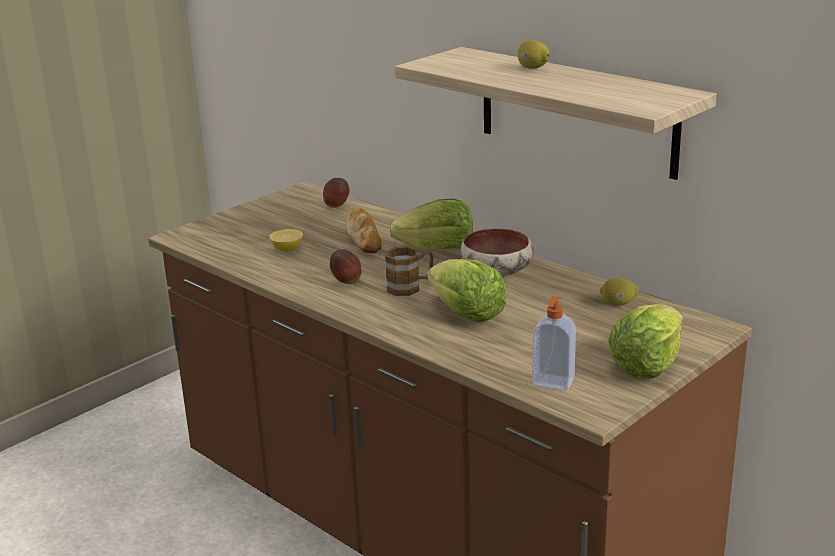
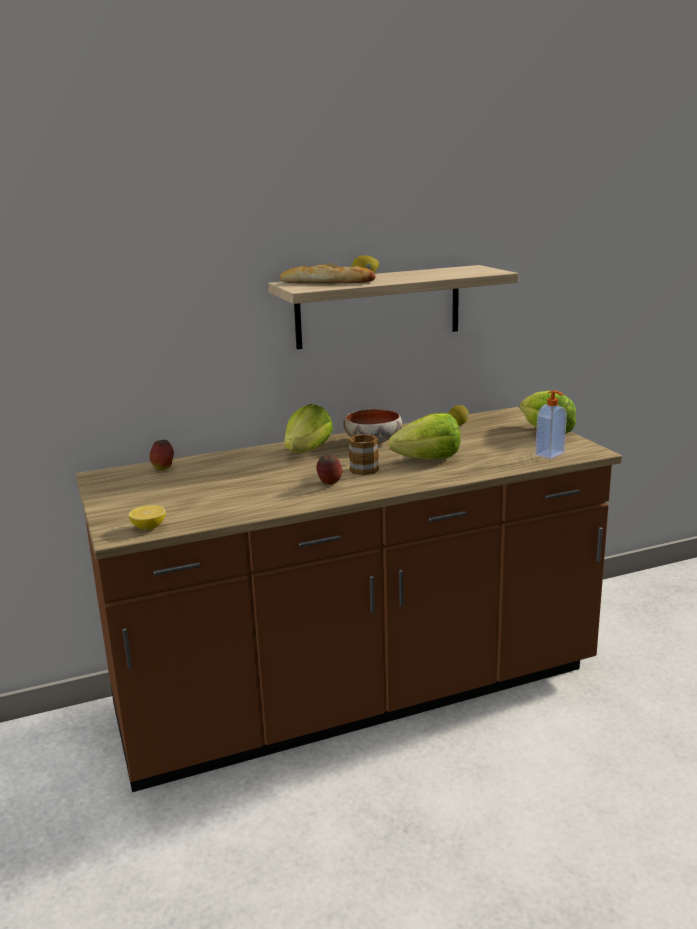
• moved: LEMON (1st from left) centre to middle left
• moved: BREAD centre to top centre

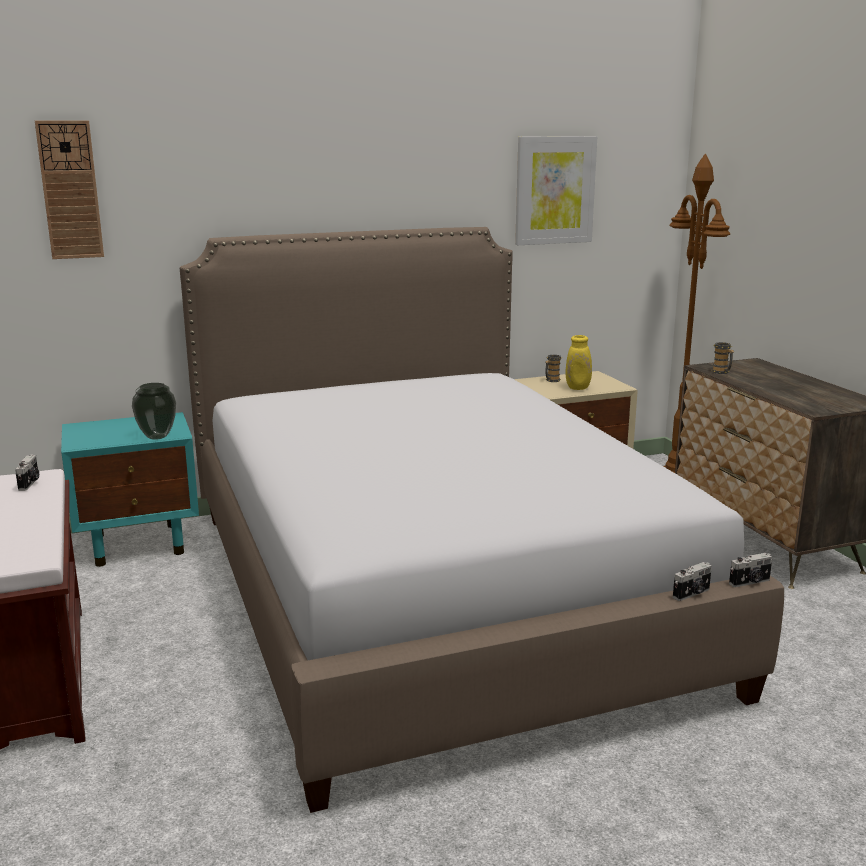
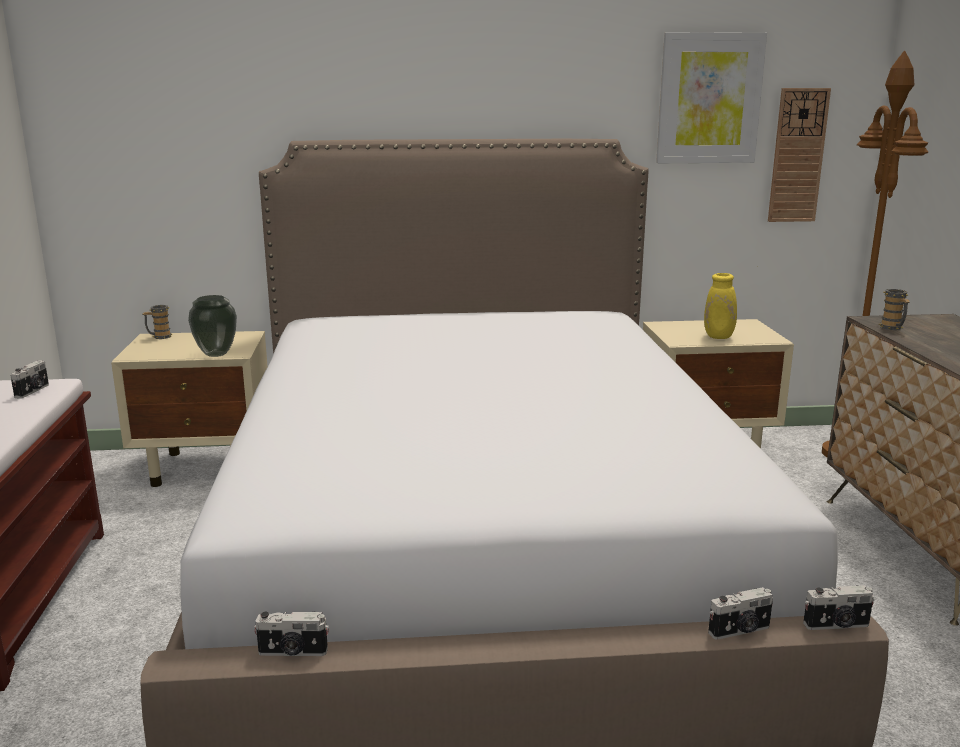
• moved: WALL CLOCK top left to top right
• recoloured: TURQUOISE NIGHTSTAND middle left to BEIGE NIGHTSTAND (1st from left) middle left
• moved: MUG (1st from left) centre to middle left
• added: PHOTO CAMERA (2nd from left) bottom left

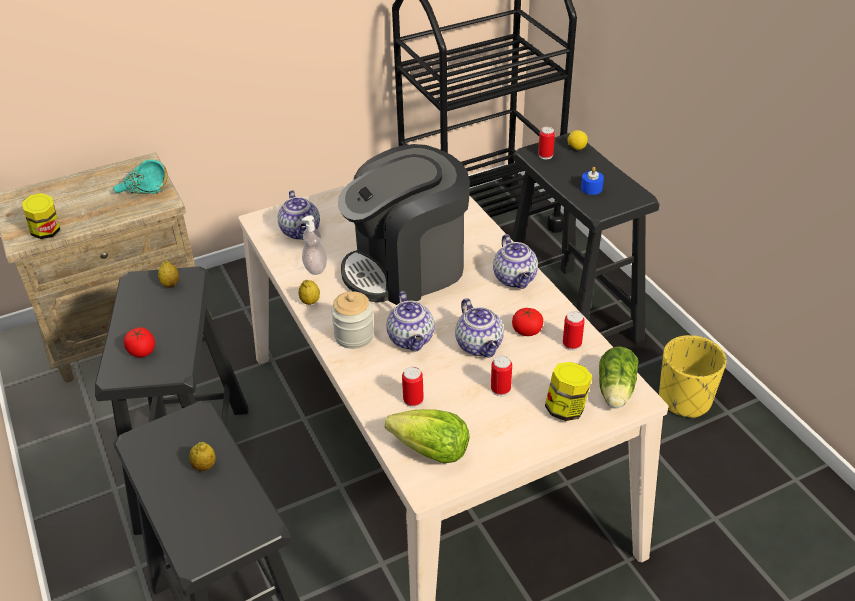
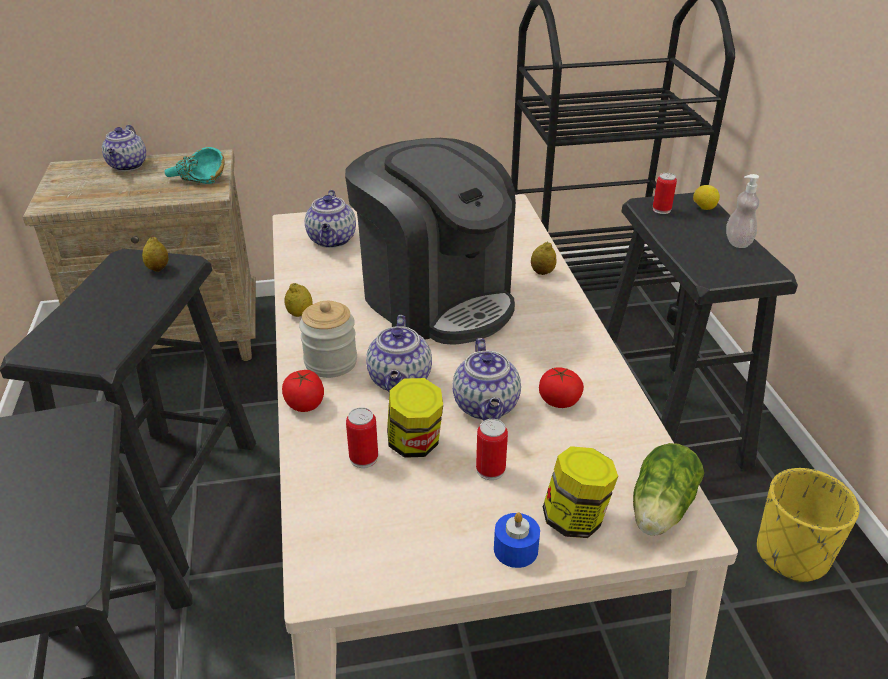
• moved: JAR (1st from left in the first image) middle left to JAR (2nd from left) centre
• moved: TOMATO (1st from left) middle left to centre
• moved: LEMON (2nd from left in the first image) bottom left to LEMON (3rd from left) centre
• moved: SOAP DISPENSER centre to top right
• turned: COFFEE MACHINE centre = centre 120 degrees counterclockwise
• removed: LETTUCE (1st from left) bottom centre
• moved: TEAPOT (4th from left in the first image) centre to TEAPOT (1st from left) top left
• removed: CAN (4th from left) middle right
• moved: BLUE CANDLE top right to bottom centre

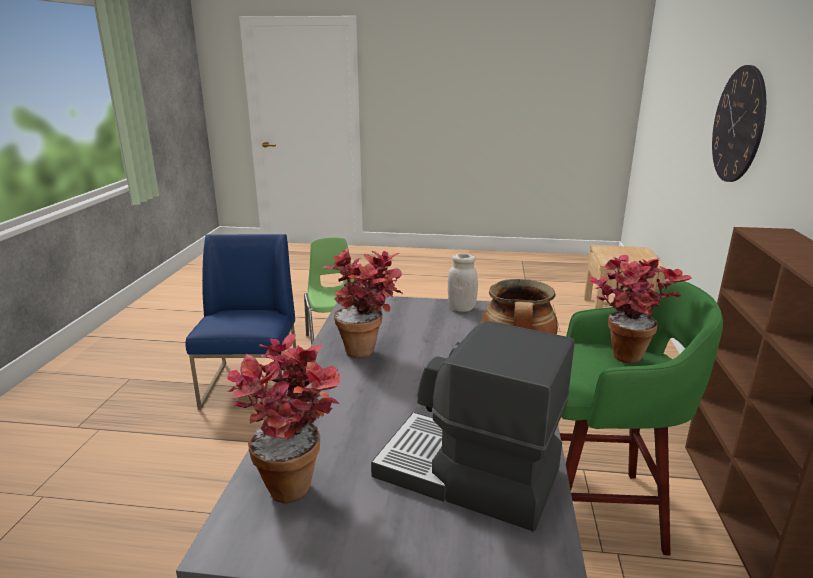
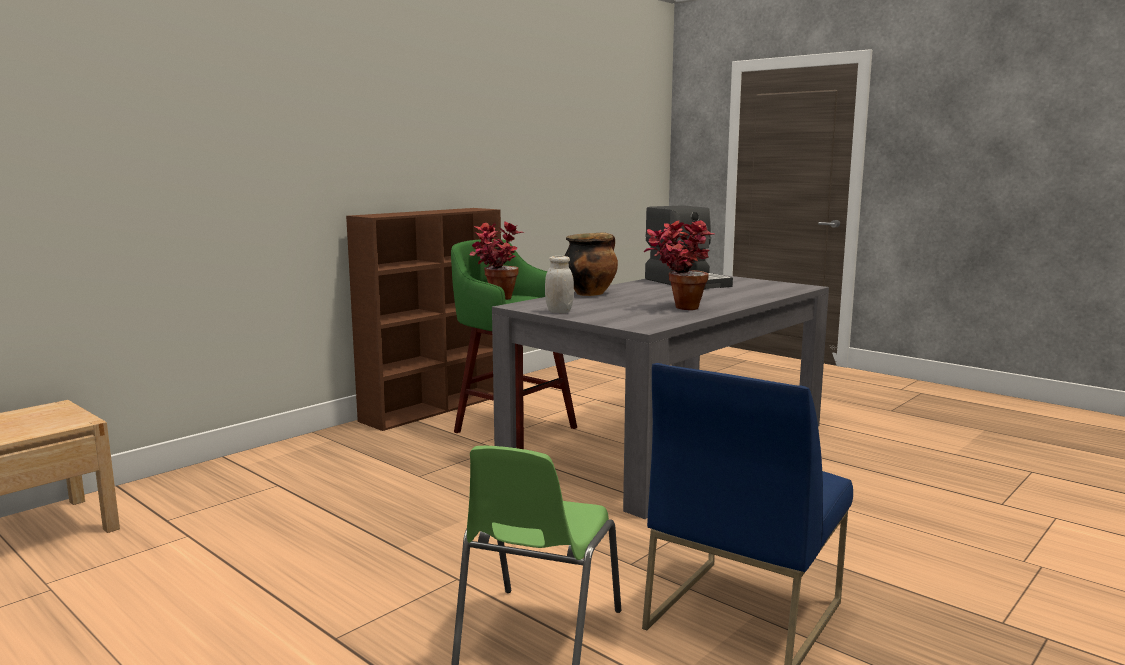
• removed: POTTED PLANT (1st from left) bottom centre
• removed: WALL CLOCK top right

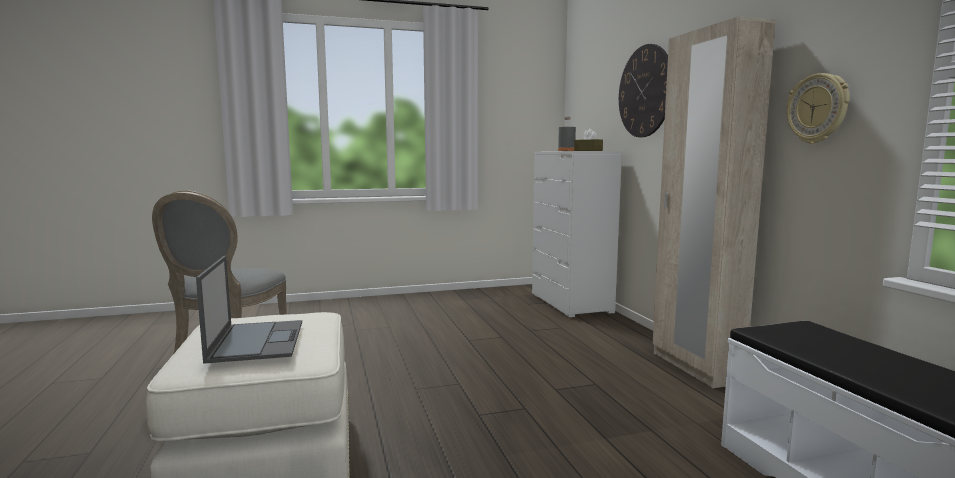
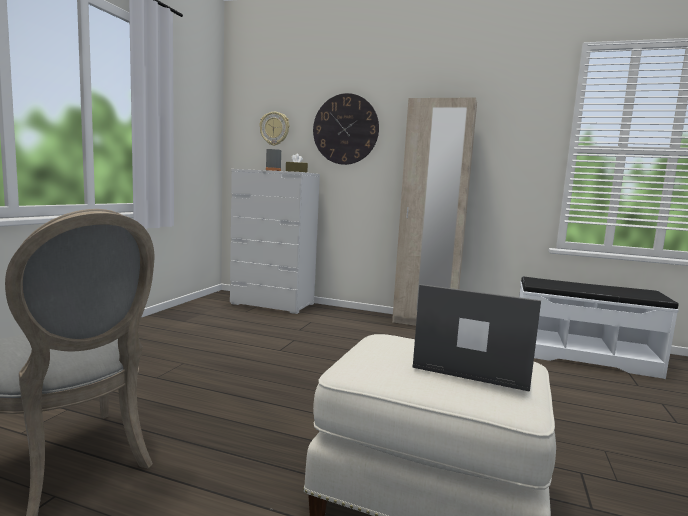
• moved: WALL CLOCK (2nd from left in the first image) top right to WALL CLOCK (1st from left) top centre

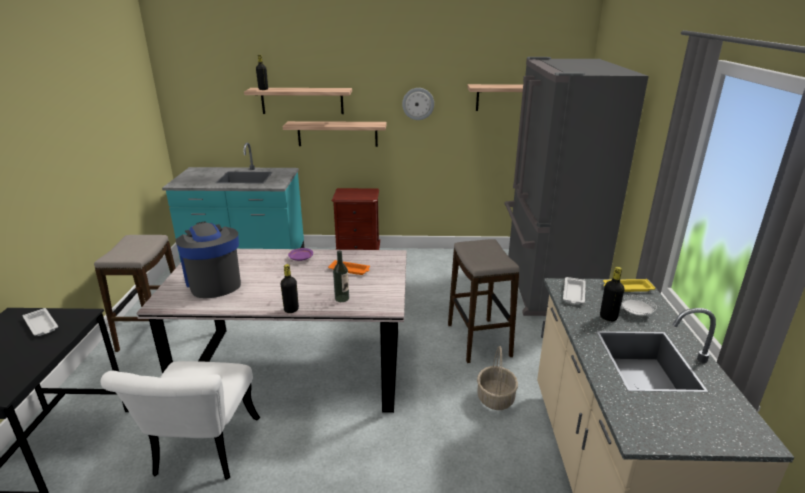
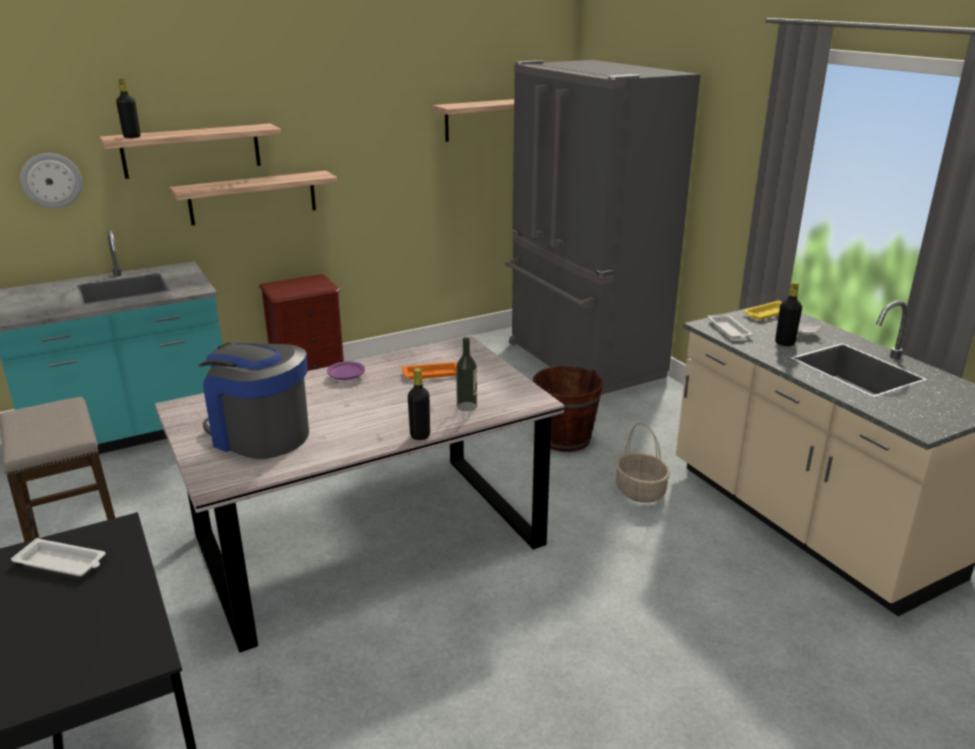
• removed: WHITE CHAIR bottom left
• moved: WALL CLOCK top centre to top left
• replaced: STOOL (2nd from left) centre to BROWN BUCKET centre

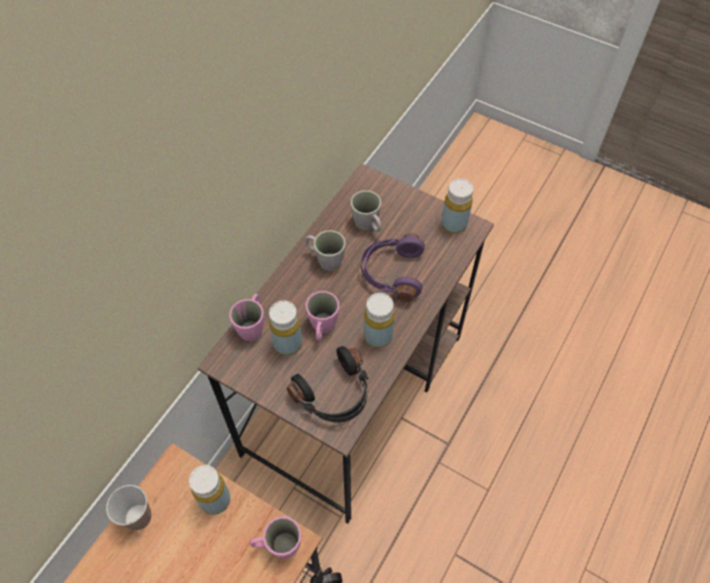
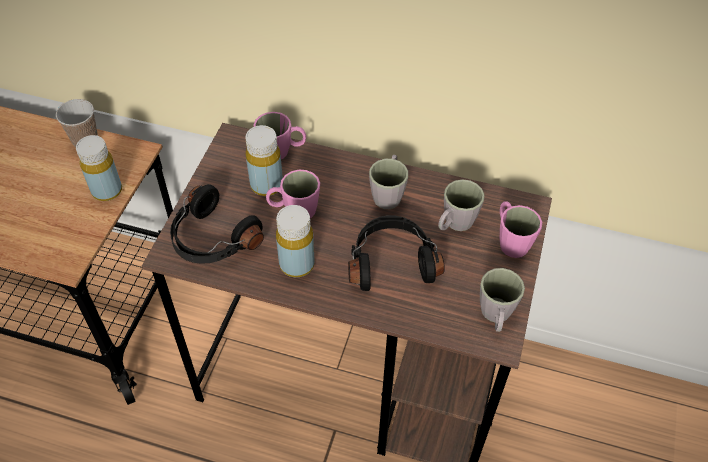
• moved: PINK MUG (2nd from left in the first image) bottom centre to PINK MUG (3rd from left) middle right
• recoloured: PURPLE HEADPHONES centre to BLACK HEADPHONES (2nd from left) centre
• replaced: YELLOW BOTTLE (4th from left) centre to GREY MUG (3rd from left) middle right

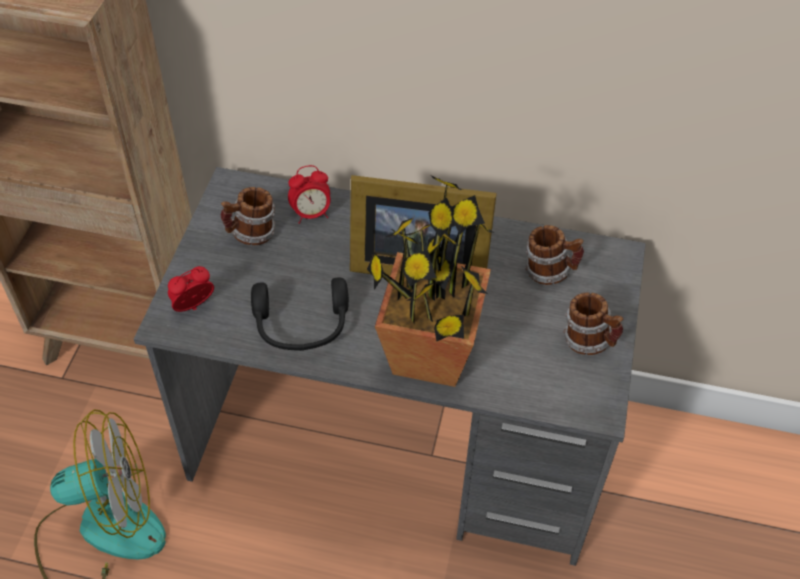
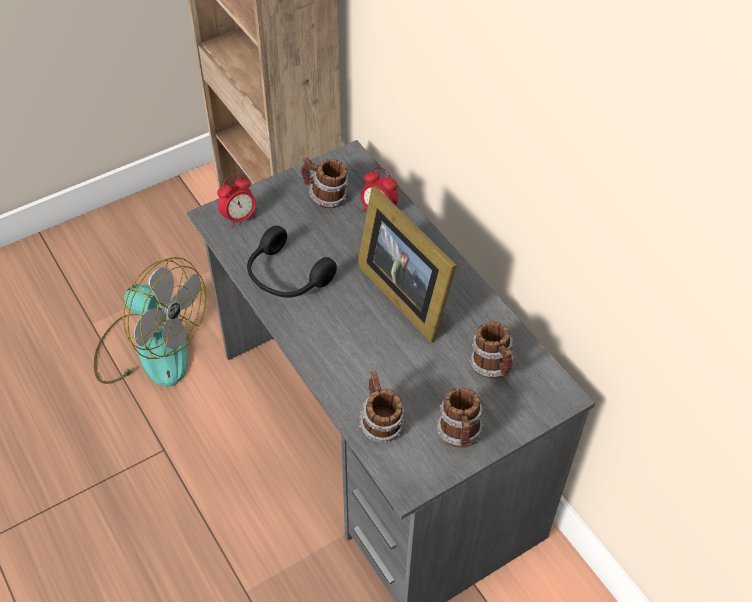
• turned: ALARM CLOCK (1st from left) middle left = middle left 135 degrees clockwise
• removed: POTTED PLANT centre
• added: MUG (2nd from left) bottom centre

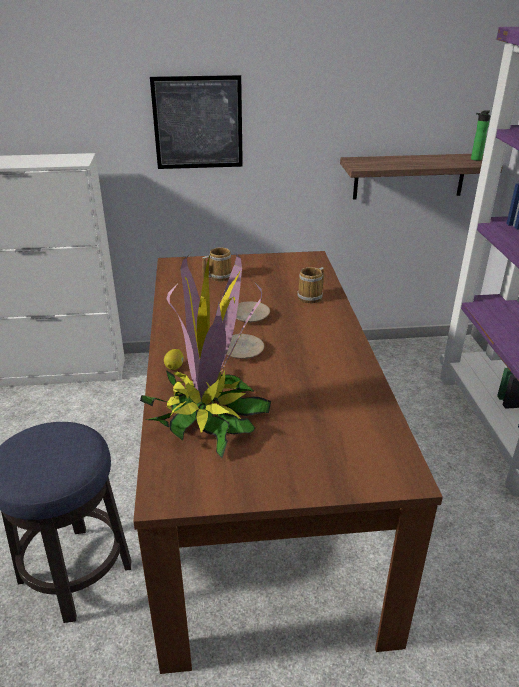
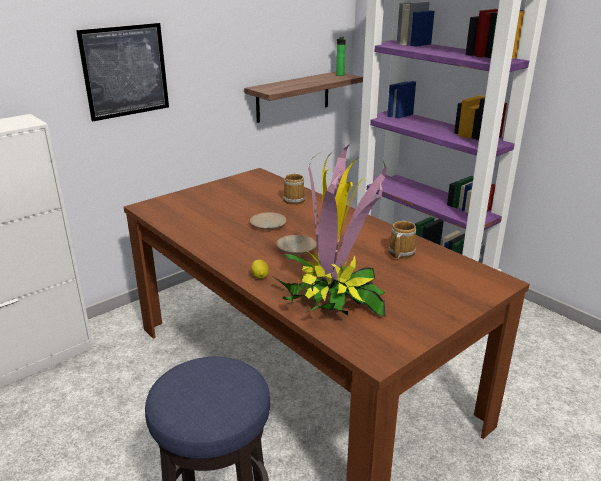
• moved: MUG (1st from left in the first image) centre to MUG (2nd from left) middle right

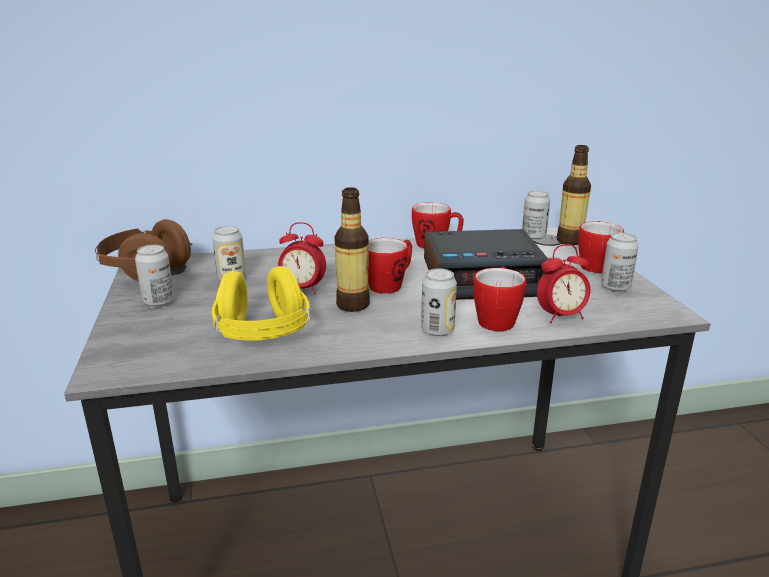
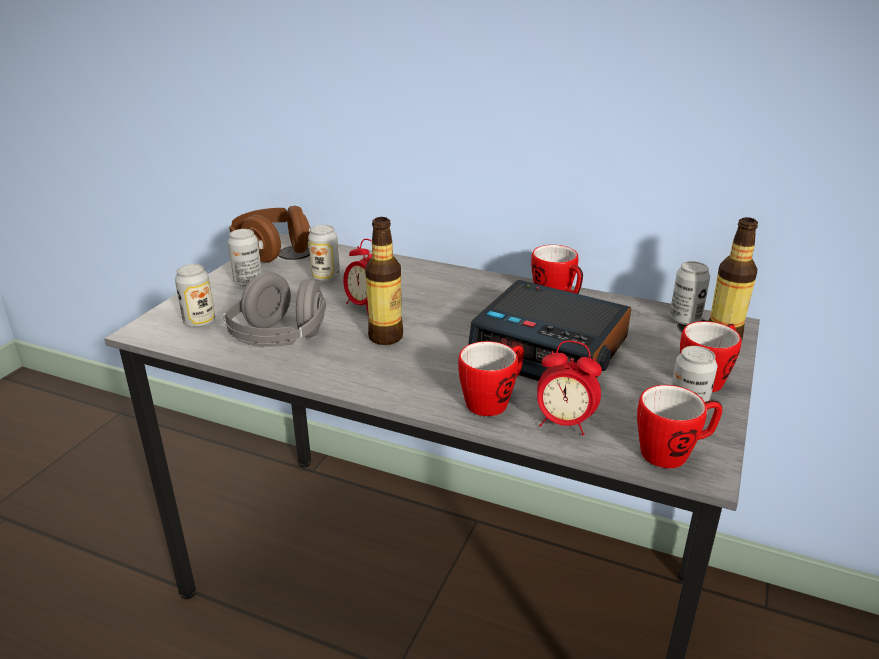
• recoloured: YELLOW HEADPHONES centre to GREY HEADPHONES middle left
• moved: MUG (1st from left in the first image) centre to MUG (3rd from left) middle right
• moved: CAN (3rd from left in the first image) centre to CAN (1st from left) middle left

